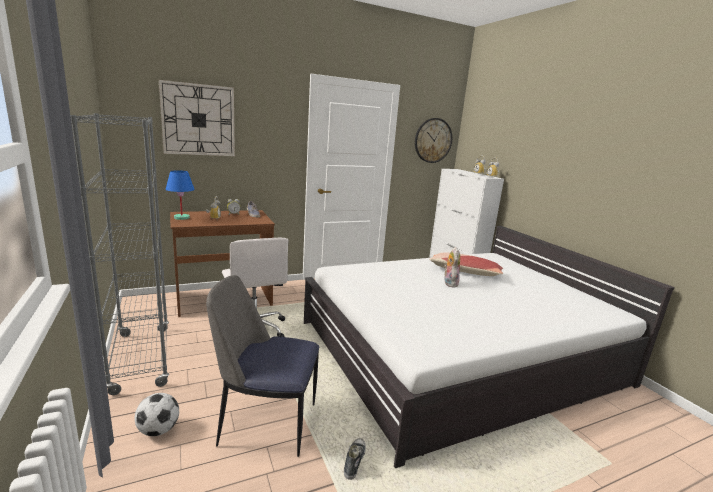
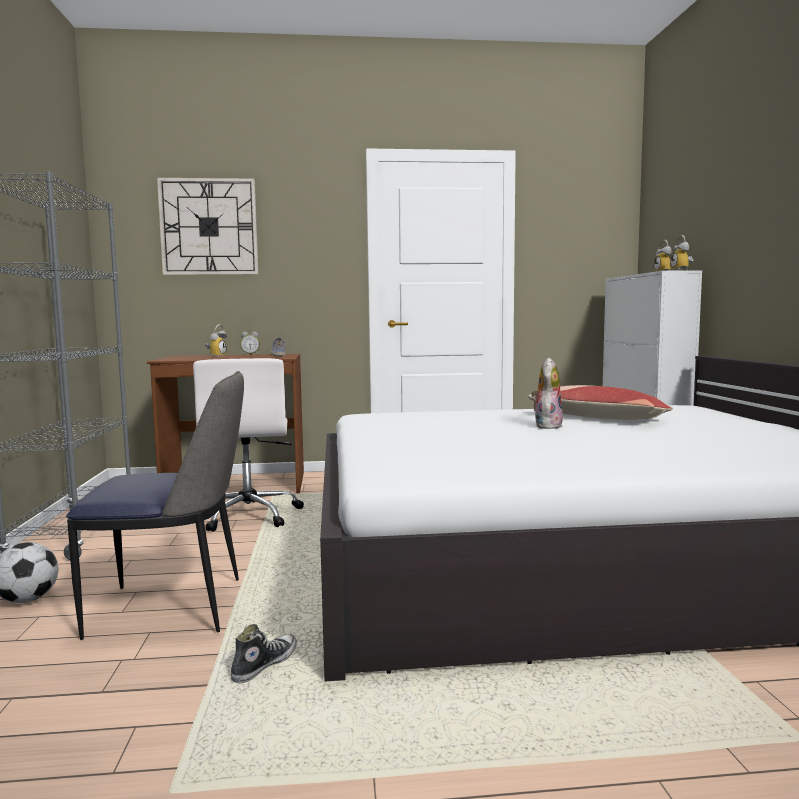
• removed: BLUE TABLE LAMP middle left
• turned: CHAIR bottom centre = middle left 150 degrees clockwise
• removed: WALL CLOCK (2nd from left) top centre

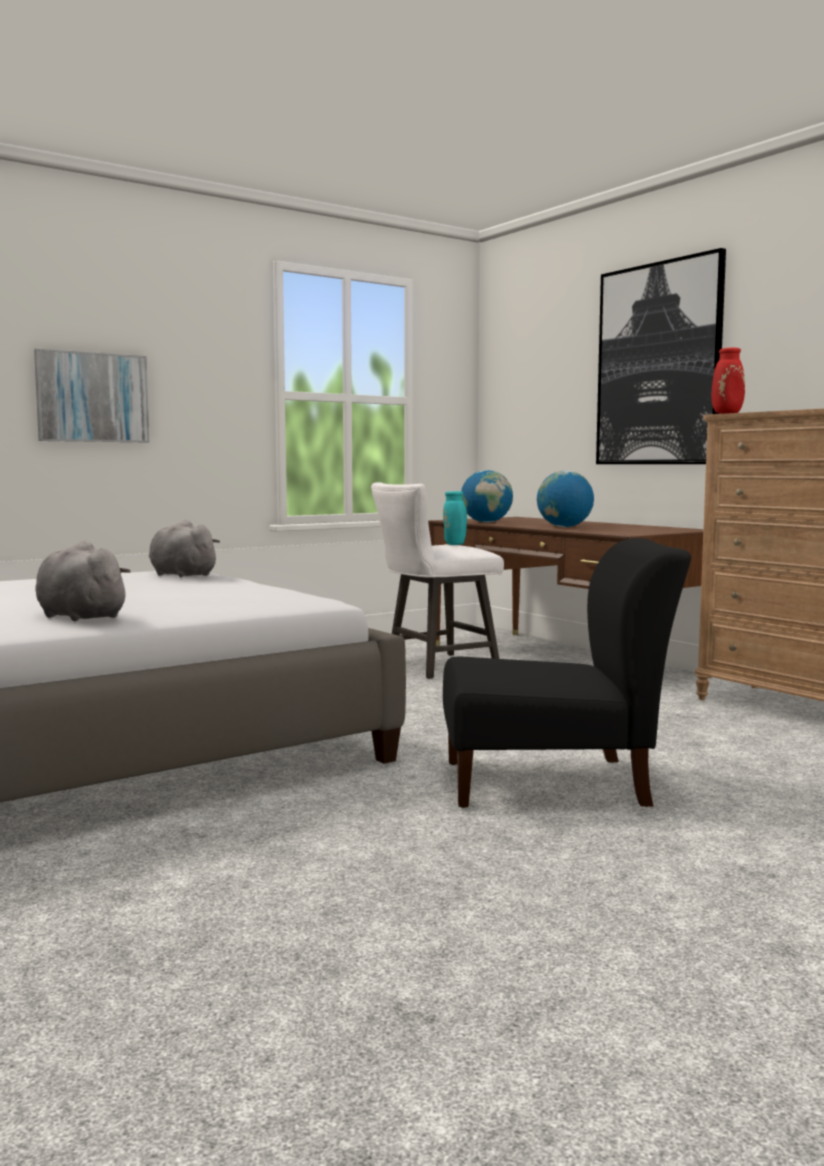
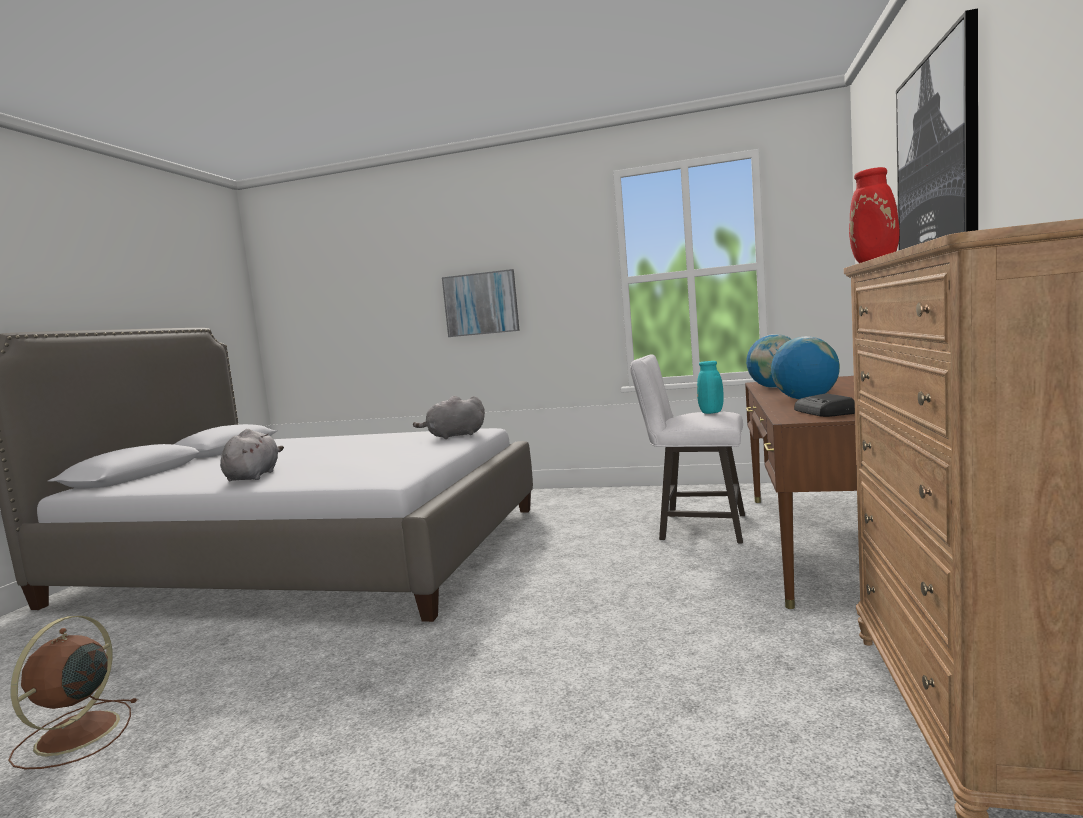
• turned: GREY PLUSH TOY (2nd from left) middle left = centre 105 degrees counterclockwise
• removed: BLACK CHAIR middle right
• added: BROWN FAN bottom left
• added: RADIO middle right

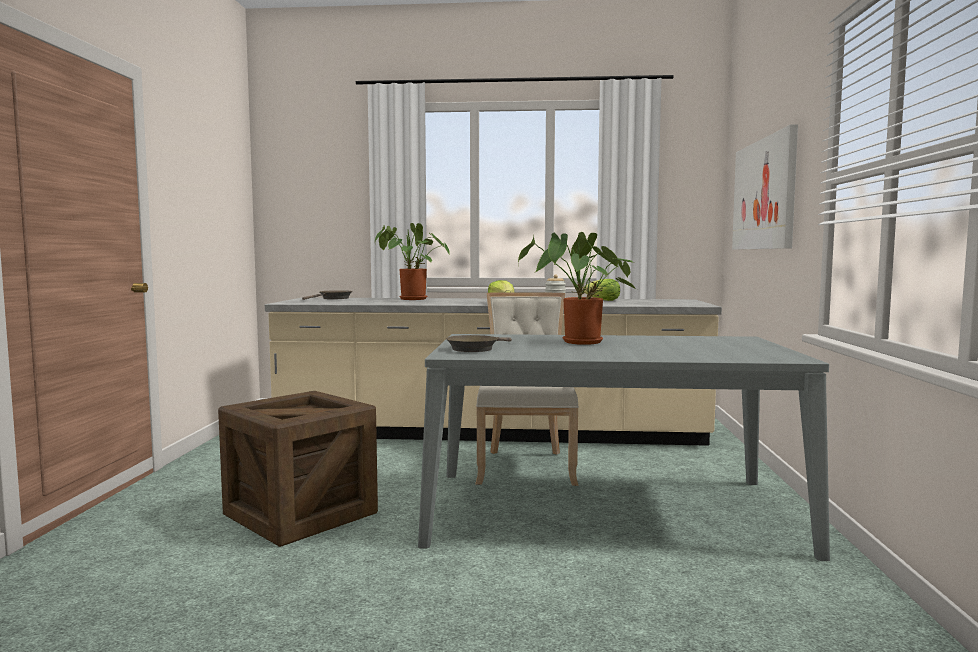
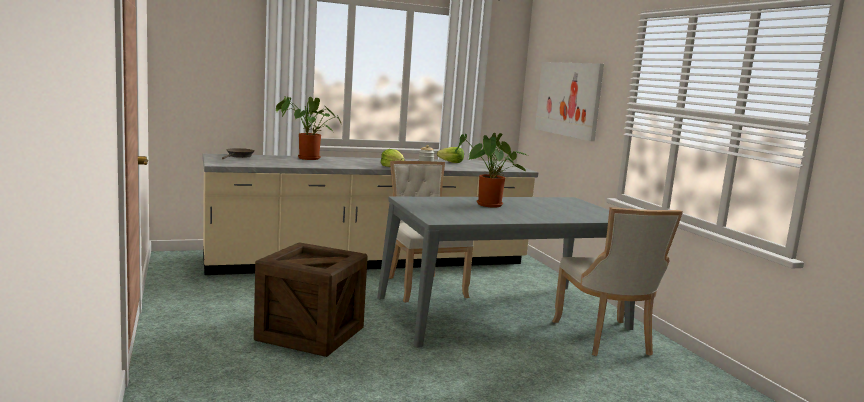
• removed: BROWN FRYING PAN (2nd from left) centre
• added: BEIGE CHAIR (2nd from left) bottom right

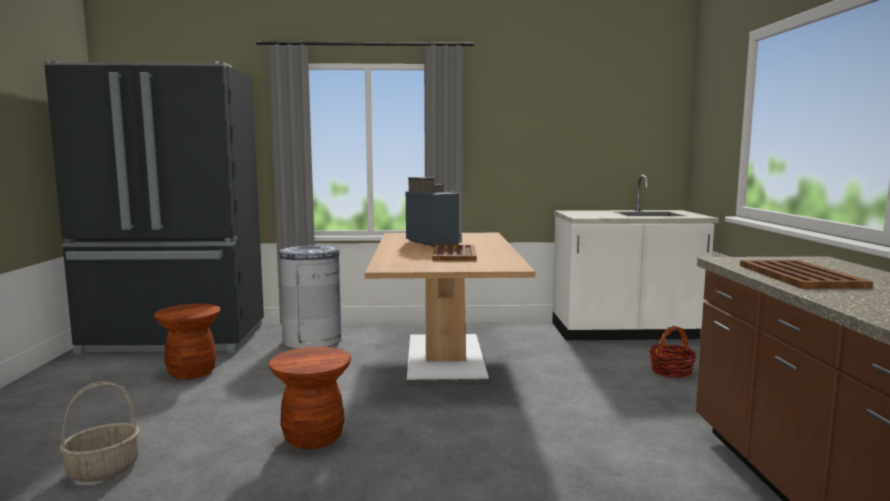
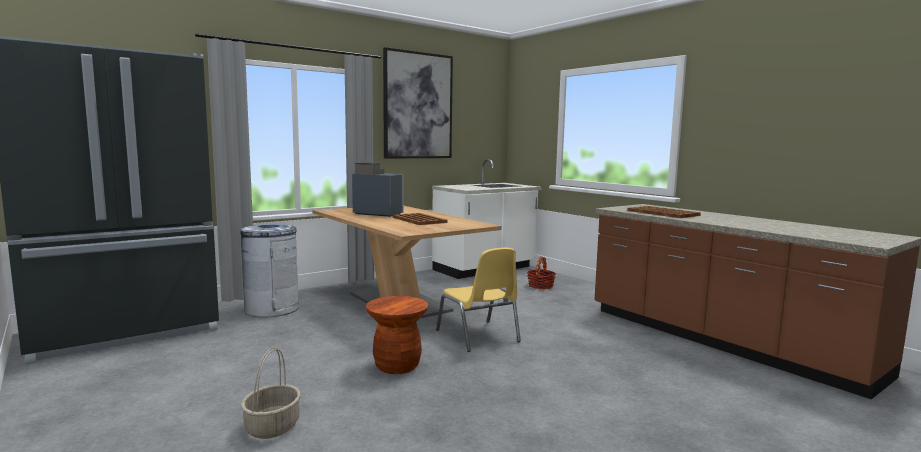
• removed: BROWN STOOL (1st from left) bottom left
• added: PICTURE top centre
• added: YELLOW CHAIR centre

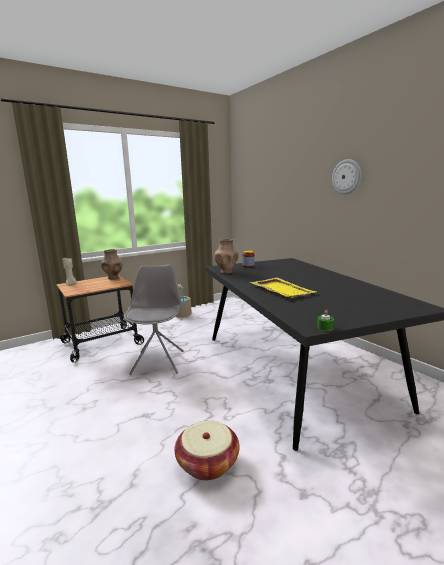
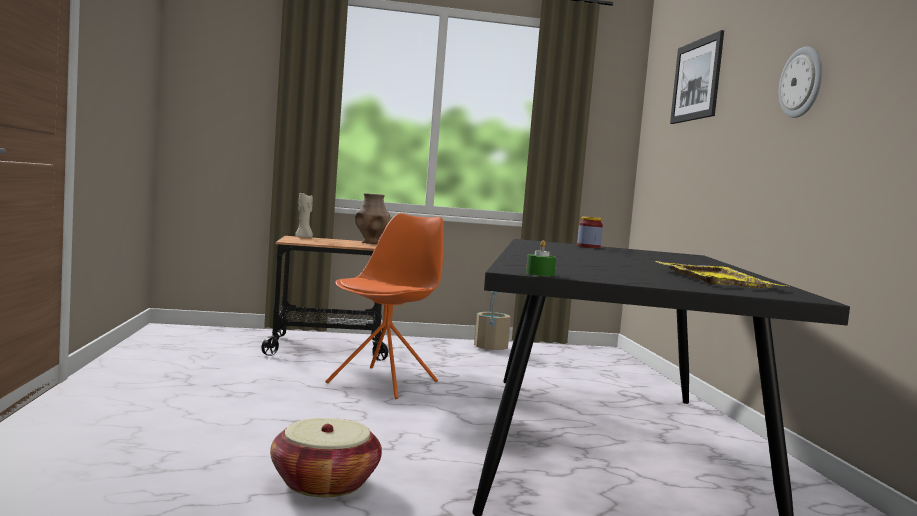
• recoloured: GREY CHAIR centre to ORANGE CHAIR centre
• removed: BROWN VASE (2nd from left) centre
• moved: YELLOW TRAY centre to middle right
• added: PICTURE top right

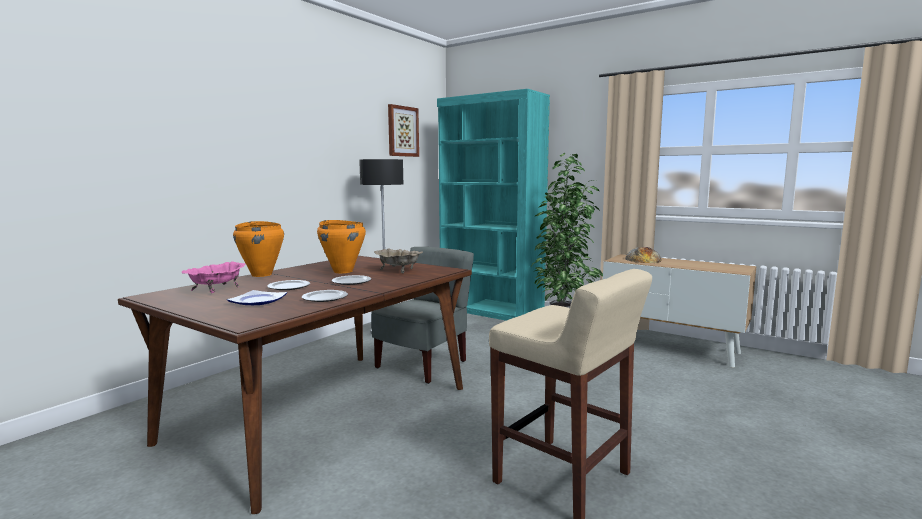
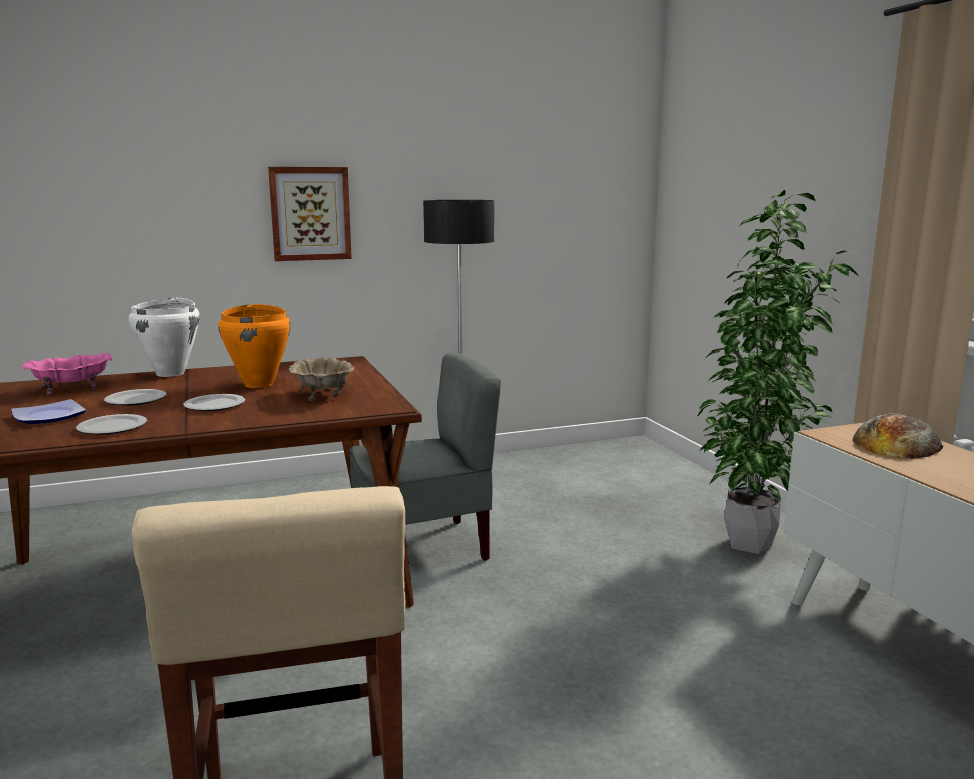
• recoloured: ORANGE COOKING POT (1st from left) middle left to WHITE COOKING POT middle left
• moved: PICTURE top centre to top left
• removed: TURQUOISE BOOKCASE centre

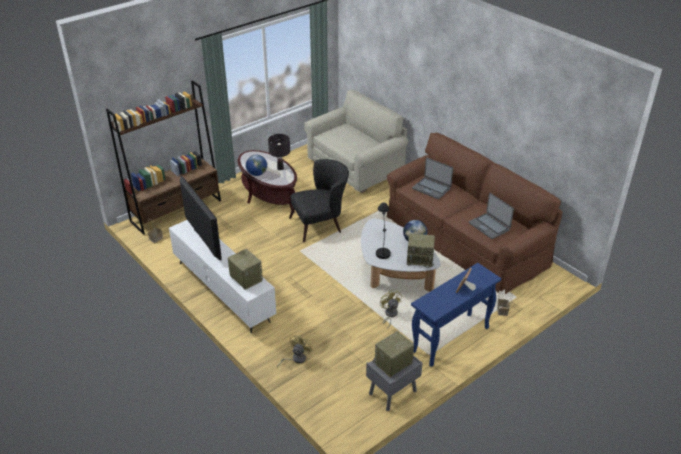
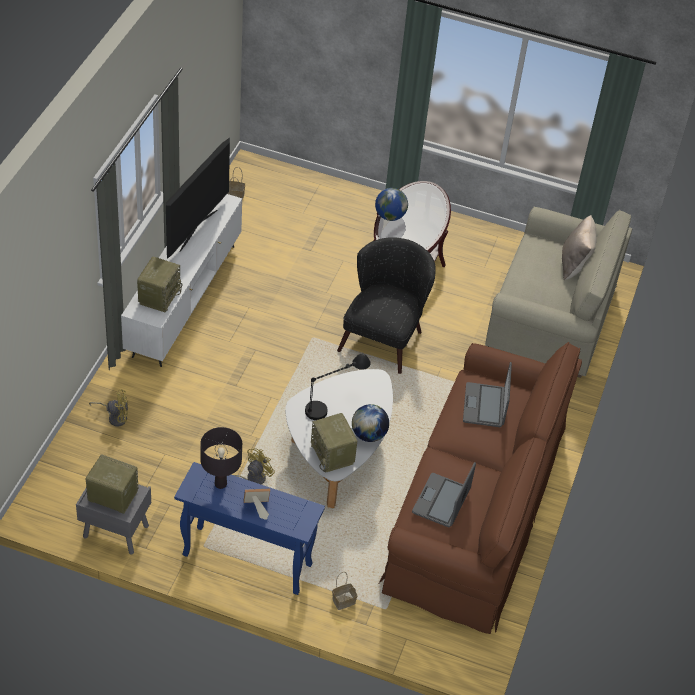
• removed: BROWN BOOKCASE middle left
• moved: BLACK TABLE LAMP (1st from left) centre to middle left
• turned: BLACK ARMCHAIR centre = centre 105 degrees counterclockwise
• added: BEIGE PILLOW middle right

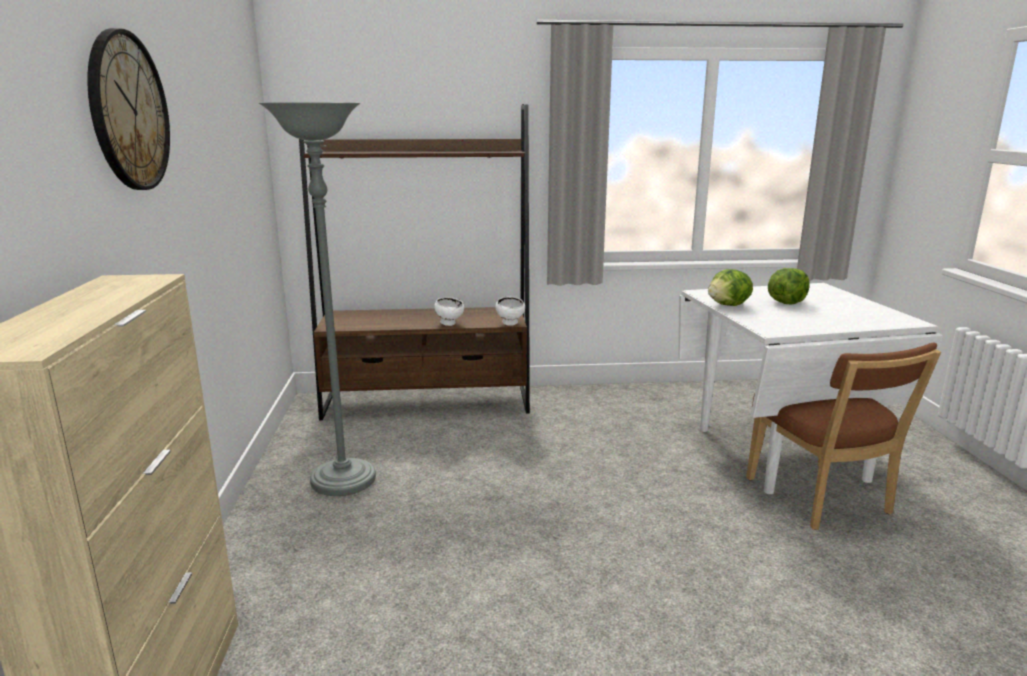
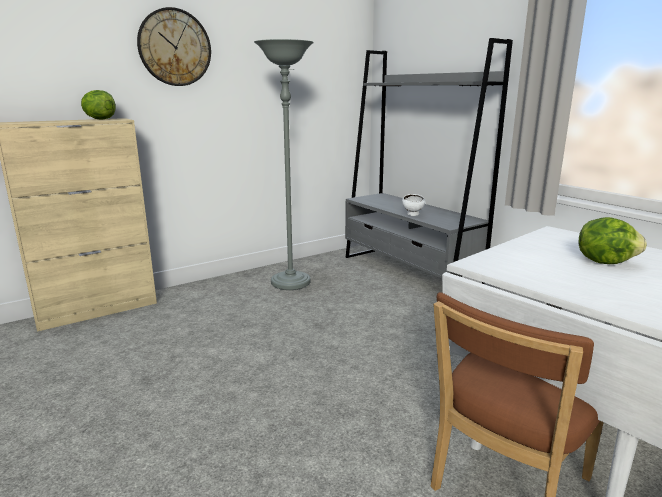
• recoloured: BROWN BOOKCASE centre to GREY BOOKCASE top centre
• removed: WHITE BOWL (2nd from left) centre
• moved: LETTUCE (1st from left) middle right to top left

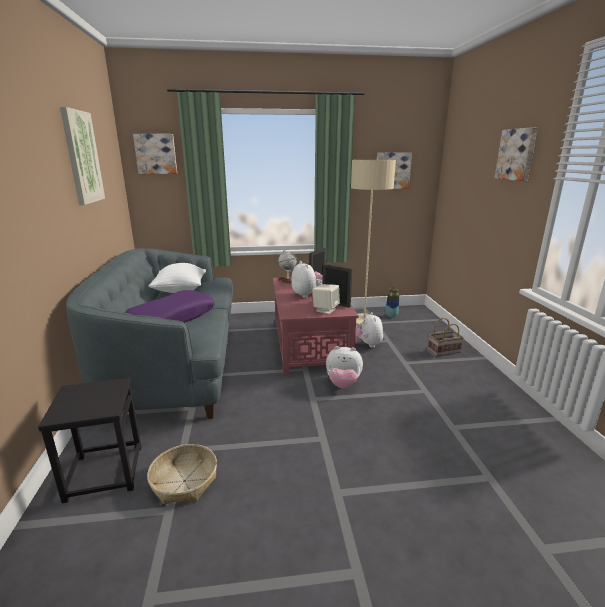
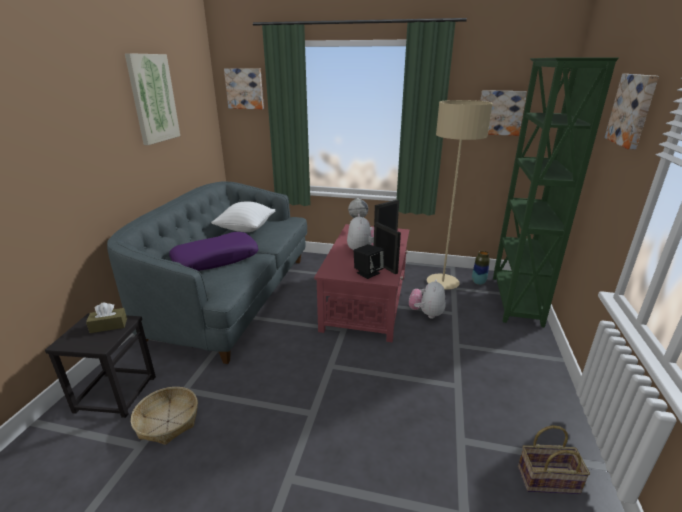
• recoloured: BEIGE SPEAKER centre to BLACK SPEAKER centre
• removed: PLUSH TOY (2nd from left) centre
• moved: BASKET (2nd from left) middle right to bottom right
• added: BROWN TISSUE BOX middle left
• added: GREEN BOOKCASE middle right

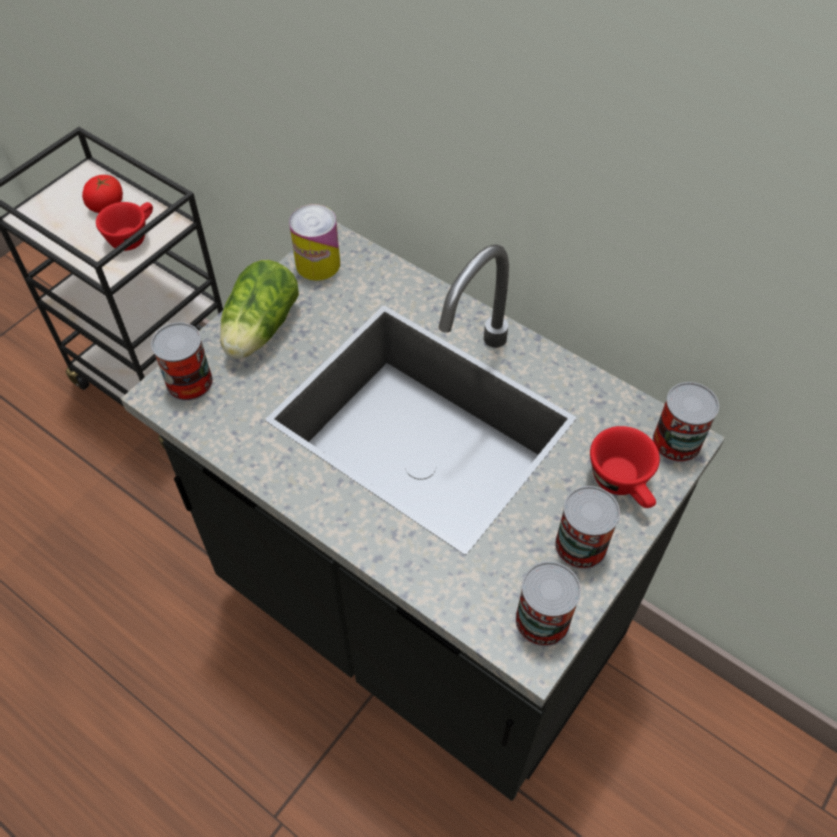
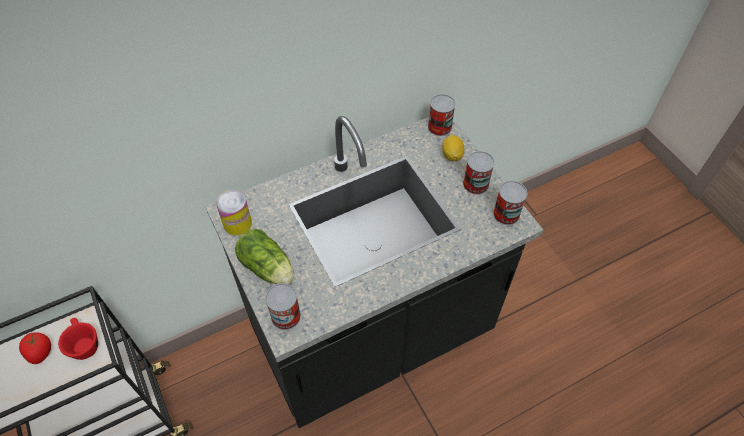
• replaced: RED CUP (2nd from left) middle right to LEMON centre

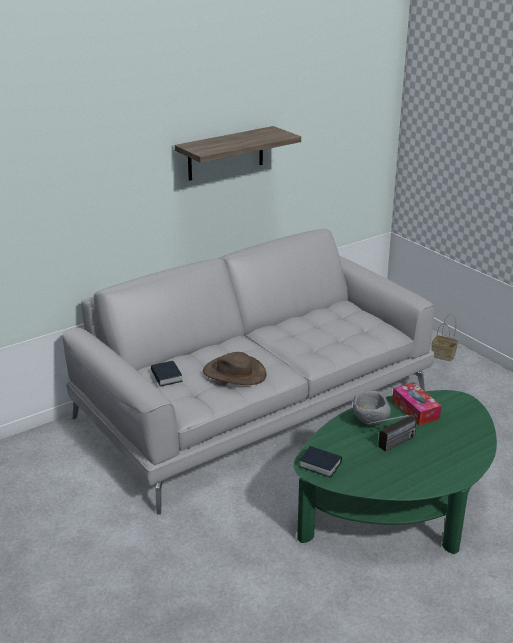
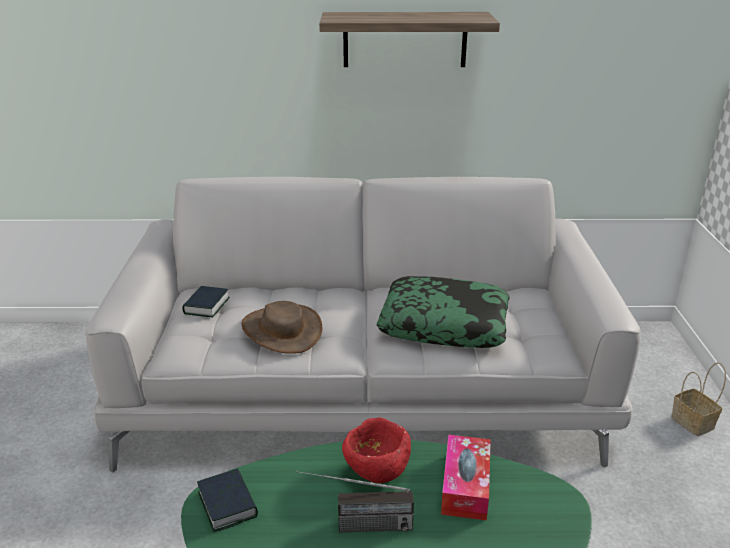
• recoloured: GREY BOWL middle right to RED BOWL bottom centre
• added: PILLOW centre

